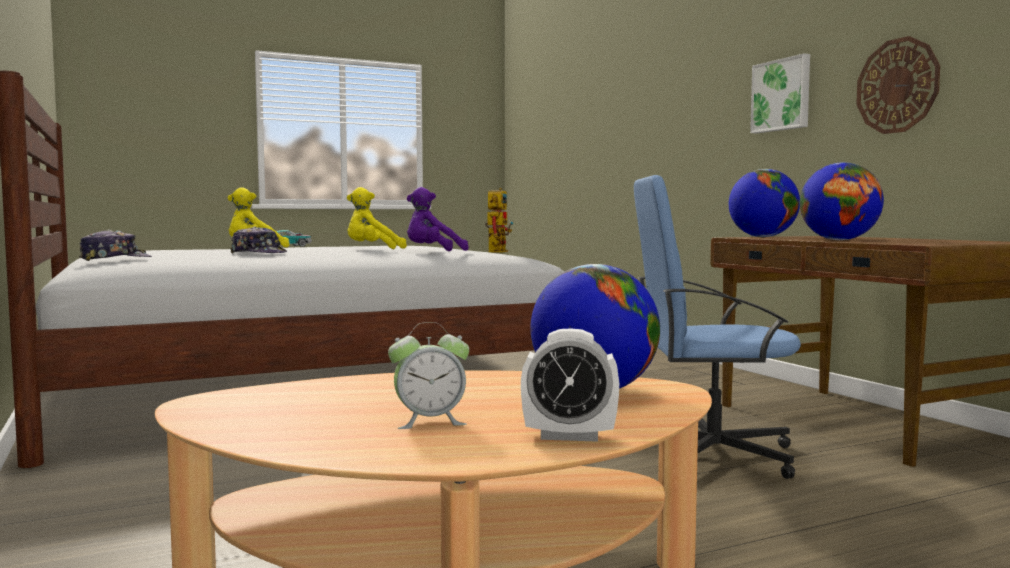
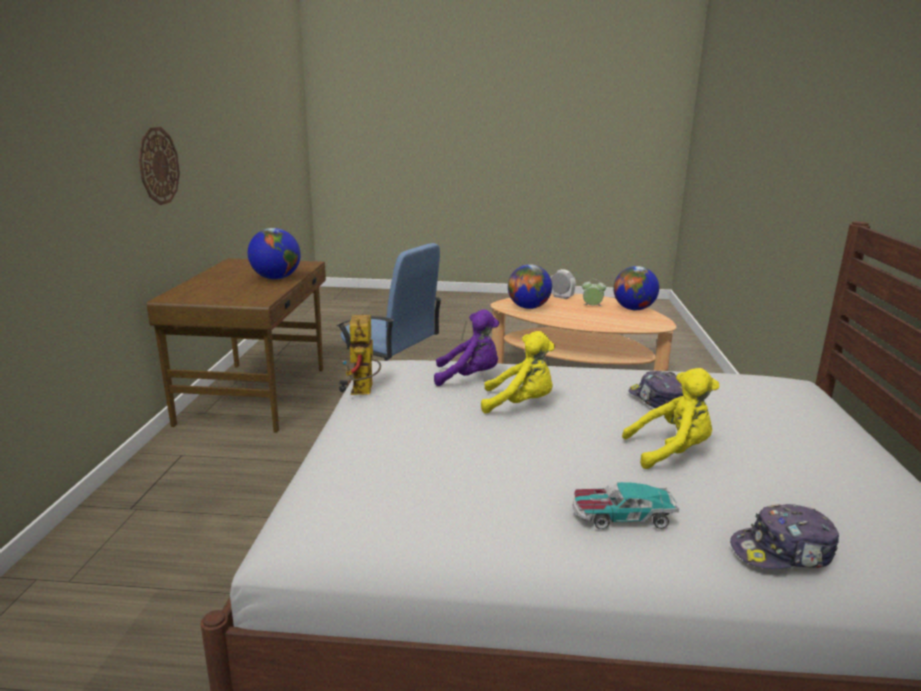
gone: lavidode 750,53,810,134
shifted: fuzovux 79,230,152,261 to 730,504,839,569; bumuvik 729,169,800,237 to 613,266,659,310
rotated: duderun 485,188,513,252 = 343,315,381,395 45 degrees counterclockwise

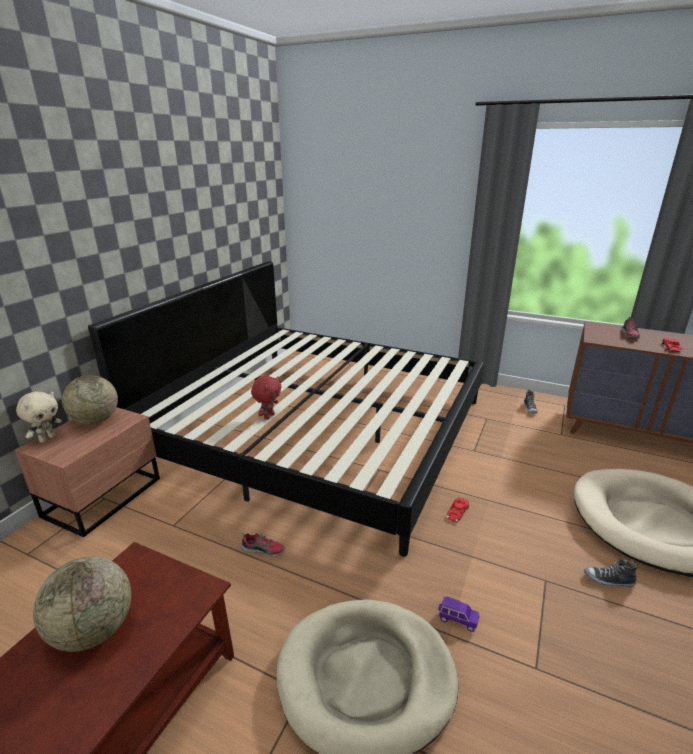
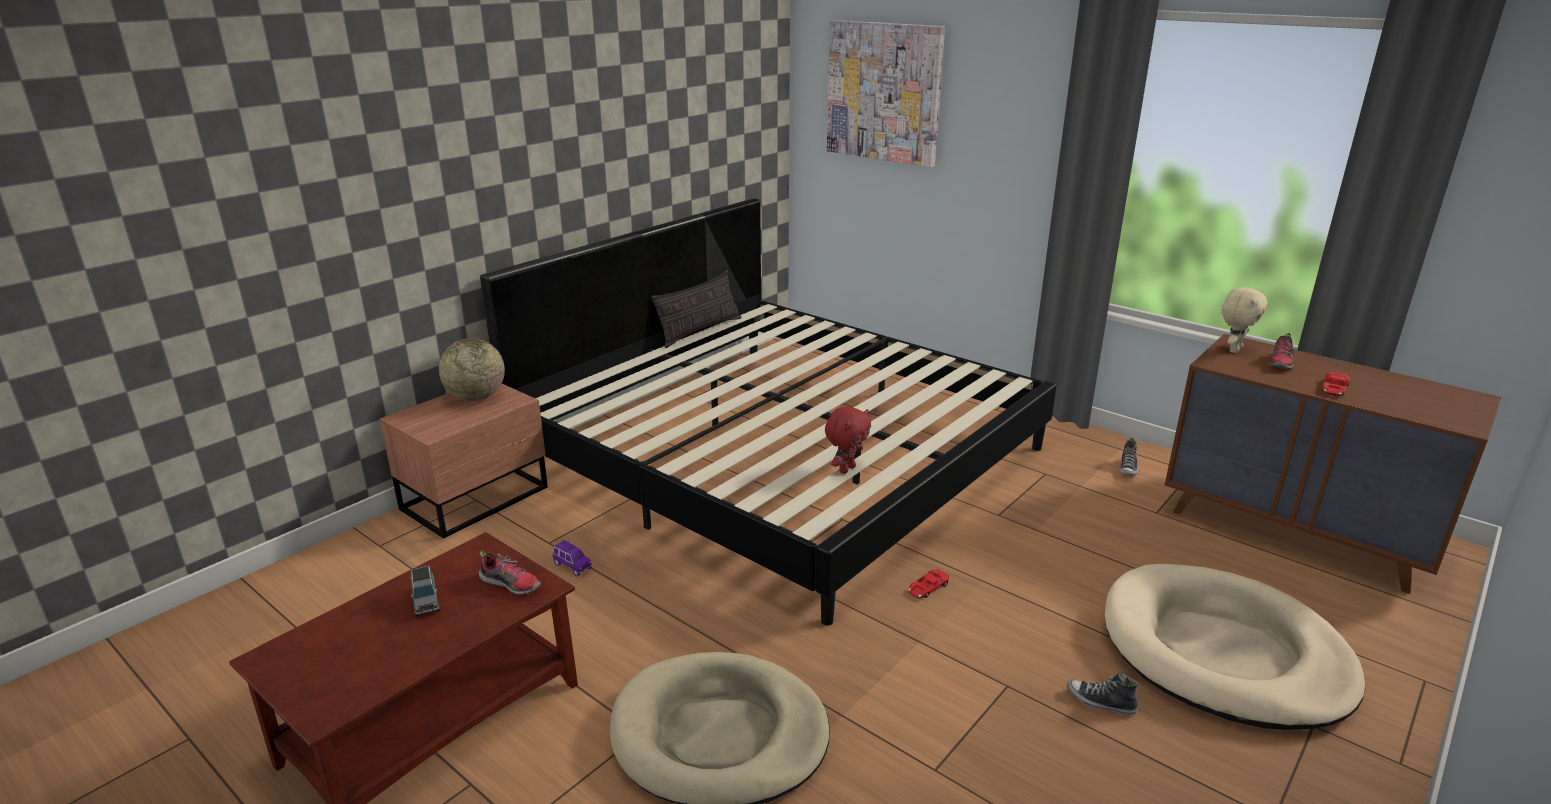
new: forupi 651,270,742,348; lavidode 827,20,945,167
shifted: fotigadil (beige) 16,392,62,443 to 1222,287,1268,353; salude 241,532,285,557 to 479,550,541,595; fotigadil (red) 251,376,282,420 to 825,406,871,474; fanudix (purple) 438,596,479,632 to 553,540,592,577
swapped: bumuvik 33,556,131,652 to fanudix (grey) 411,565,440,617

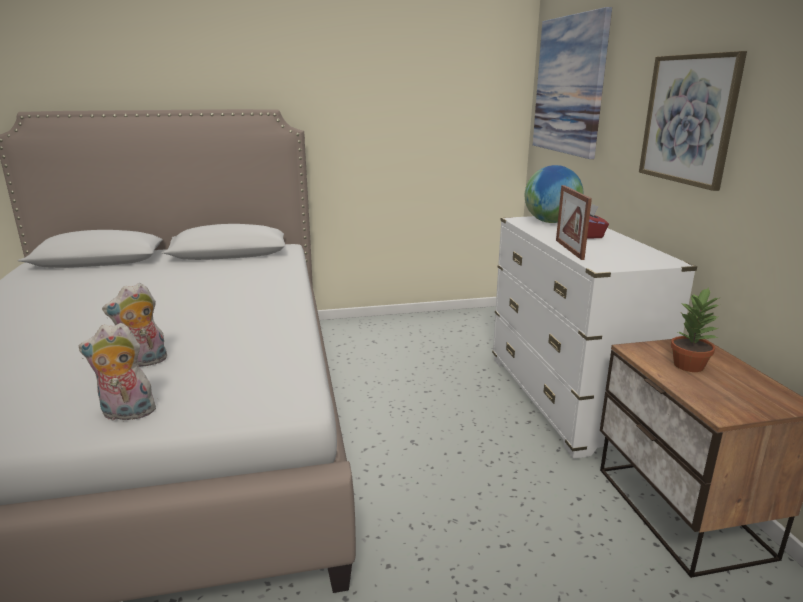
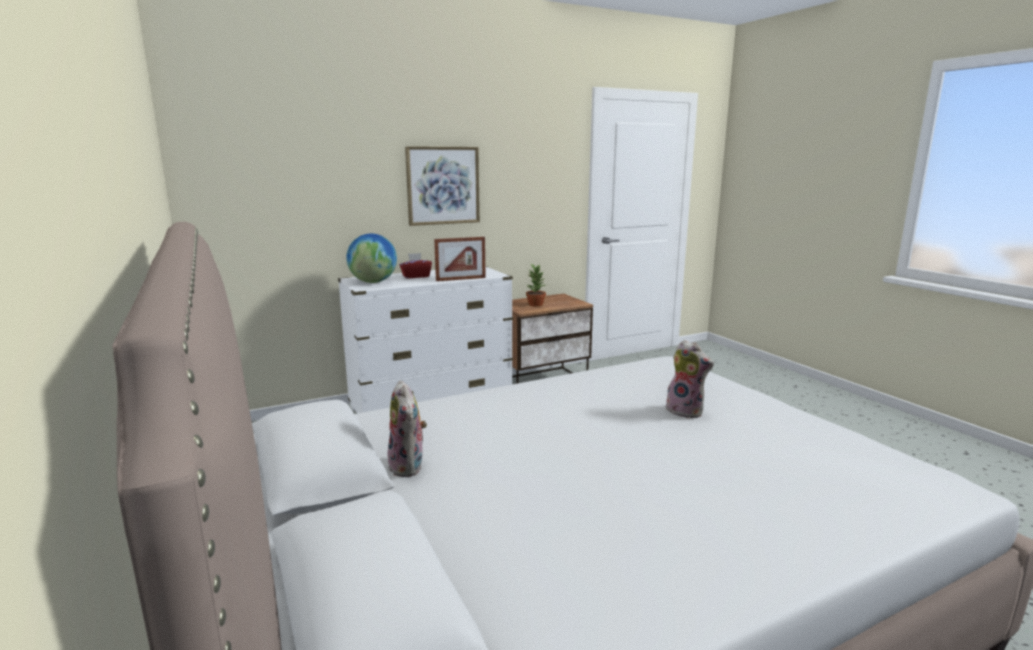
gone: lavidode 533,7,612,159
shifted: fotigadil 79,323,161,421 to 386,380,427,477

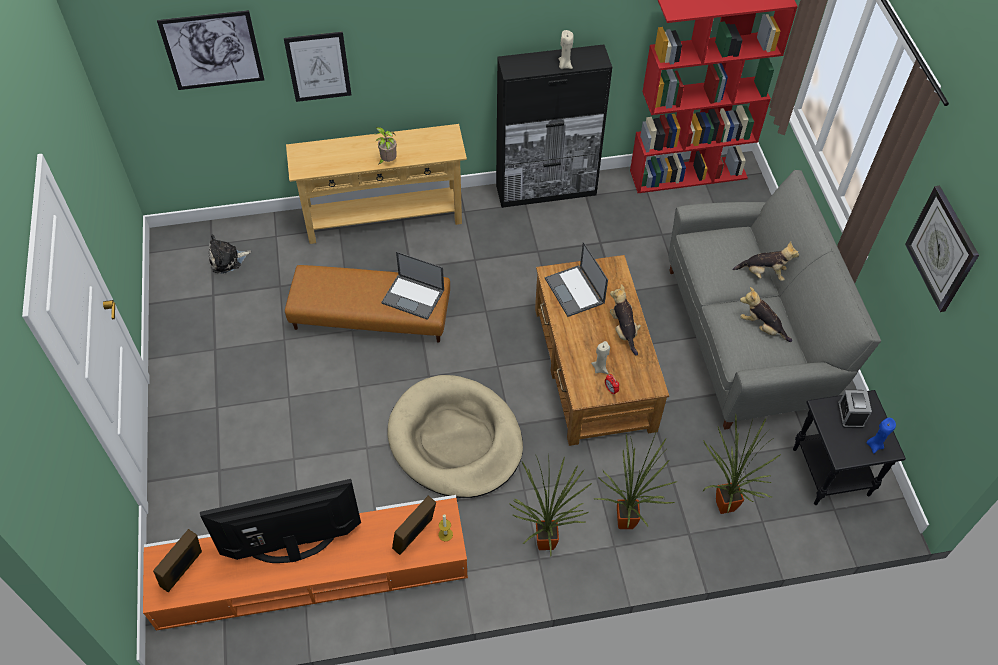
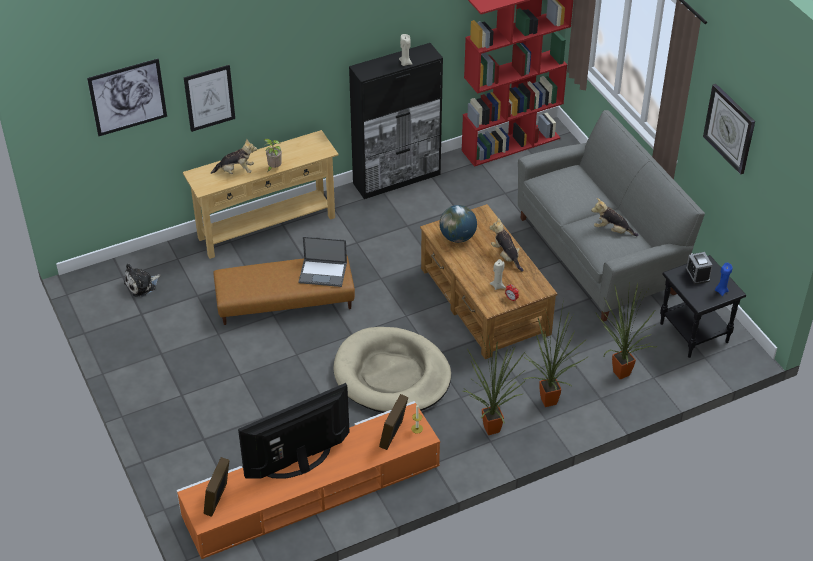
shifted: fotigadil 732,241,799,281 to 211,138,257,174
swapped: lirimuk 545,242,608,317 to bumuvik 440,205,477,243

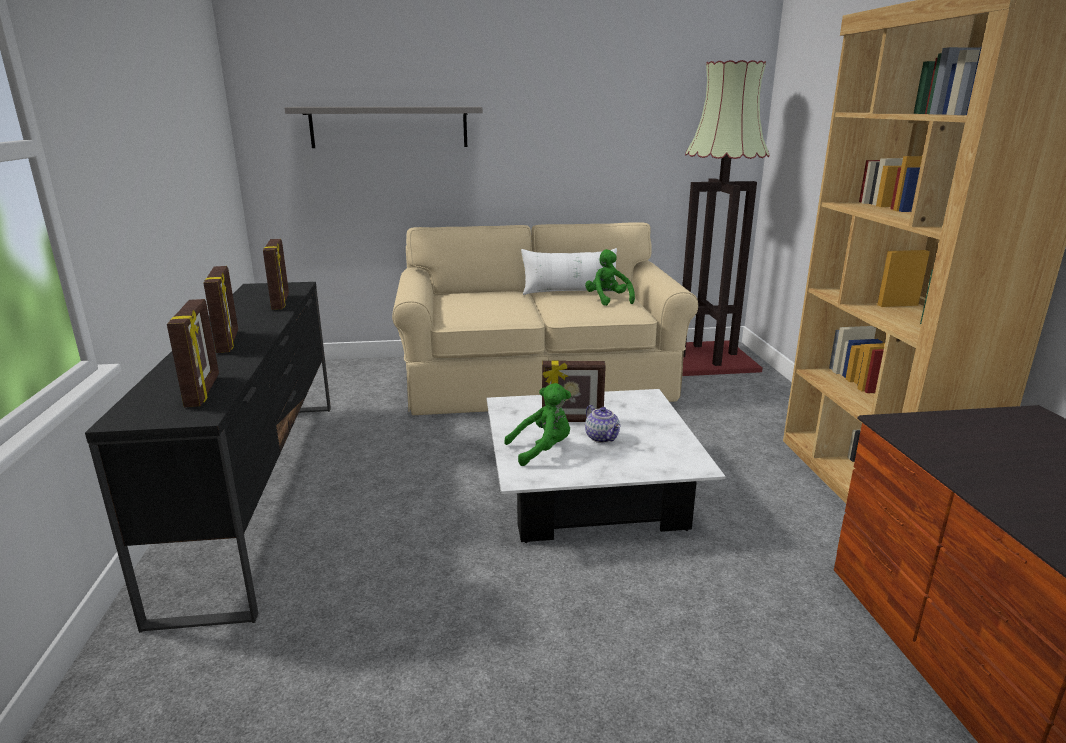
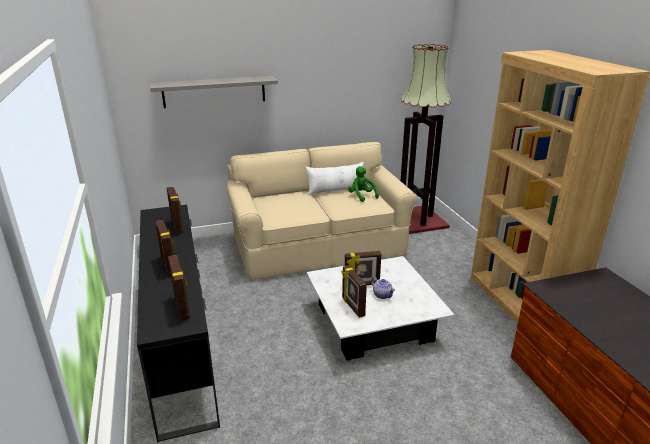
swapped: fotigadil (green) 504,383,571,466 to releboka 342,265,367,318

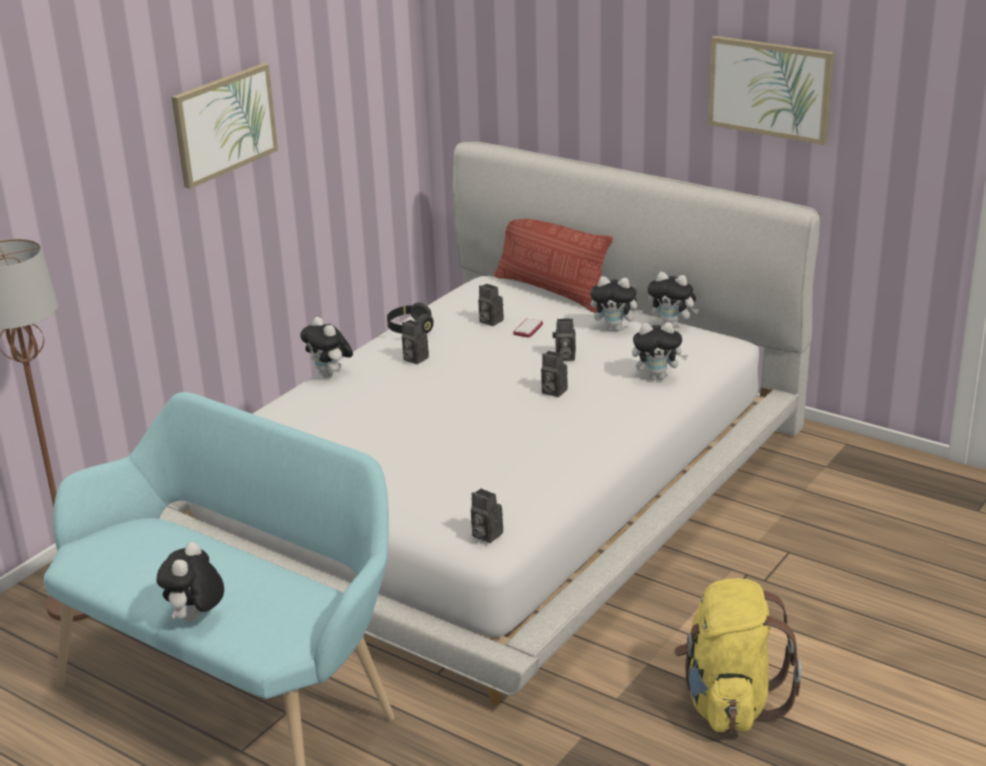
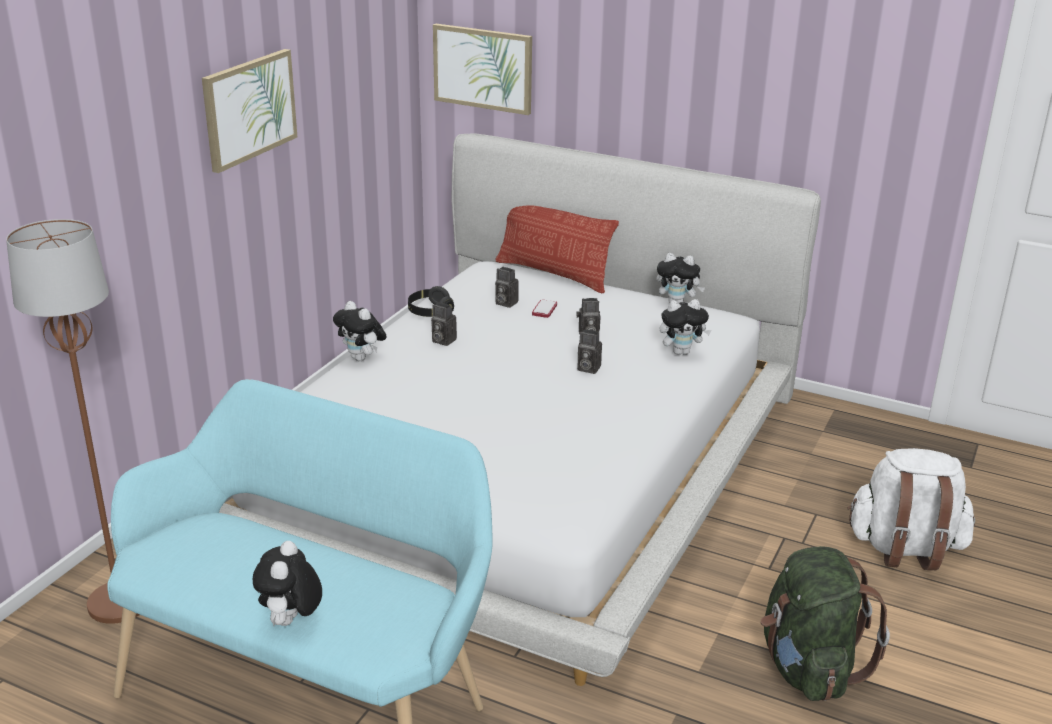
gone: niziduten 471,488,503,543; fotigadil 591,276,643,332
new: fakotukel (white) 847,448,975,570
shifted: lavidode 708,36,834,145 to 433,24,532,115
repainted: fakotukel (yellow) 674,578,802,733 to fakotukel (green) 761,546,890,701

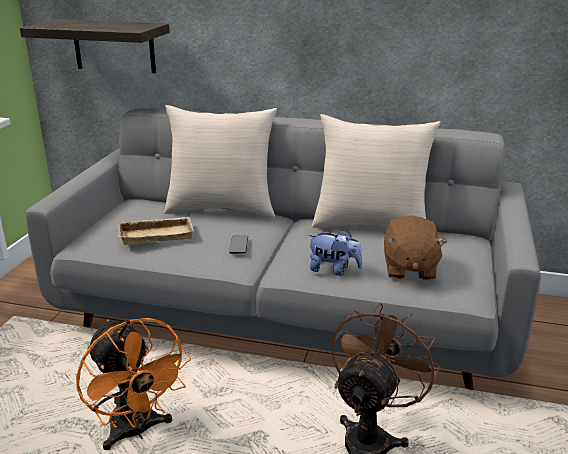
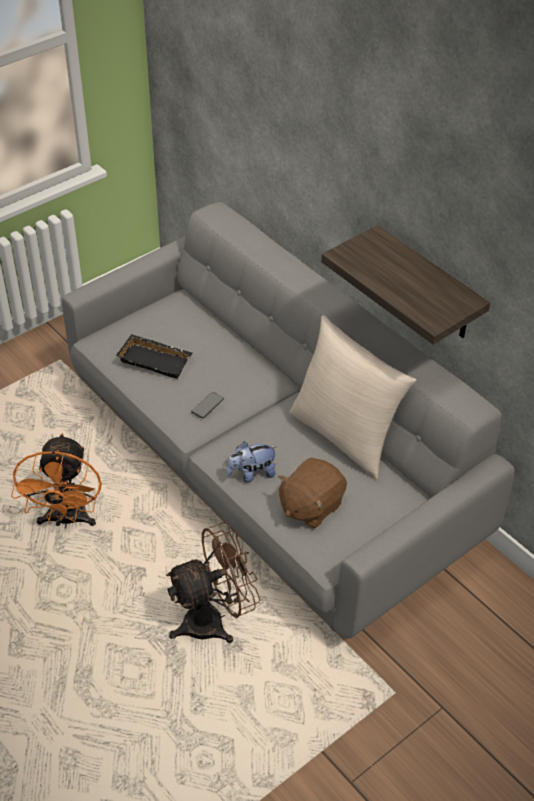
gone: forupi (beige) 164,105,277,217
shifted: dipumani 20,19,169,73 to 321,225,490,345
repainted: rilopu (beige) 118,217,194,245 to rilopu (black) 116,334,193,379
rotated: fotigadil 308,230,363,276 = 226,442,277,483 105 degrees clockwise

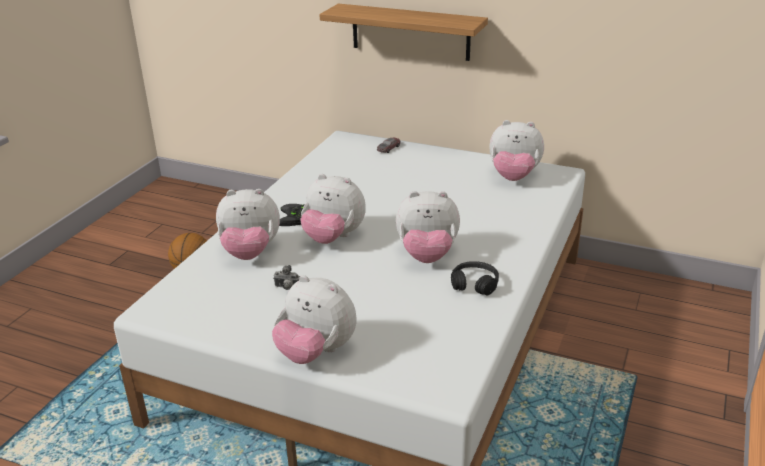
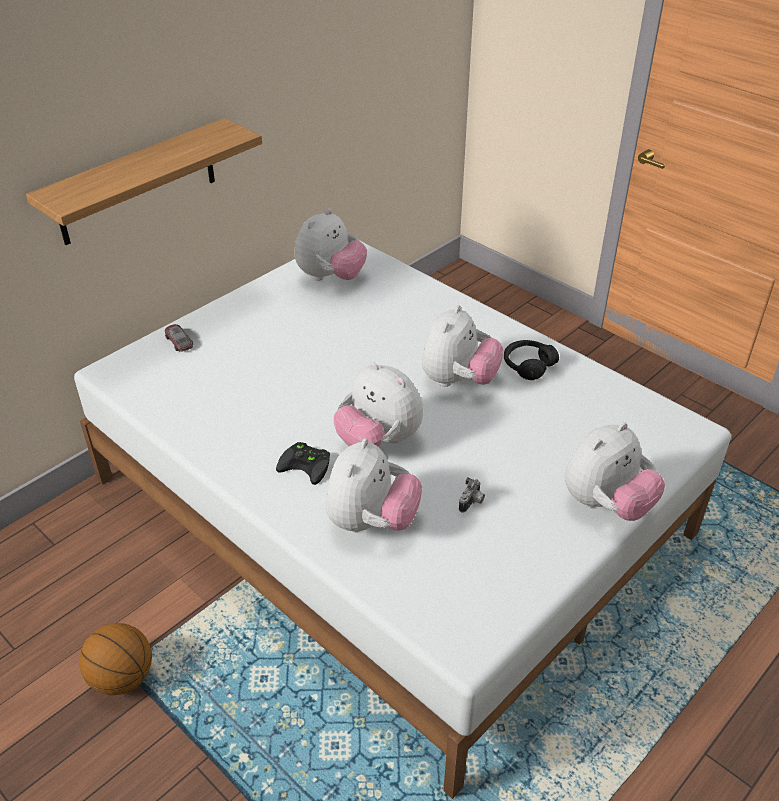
rotated: fotigadil 300,174,366,244 = 334,362,423,447 90 degrees clockwise

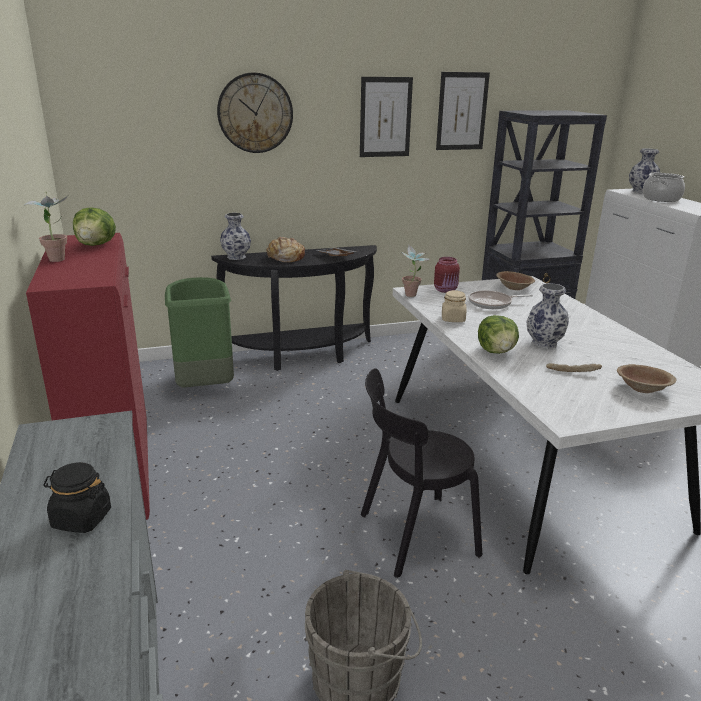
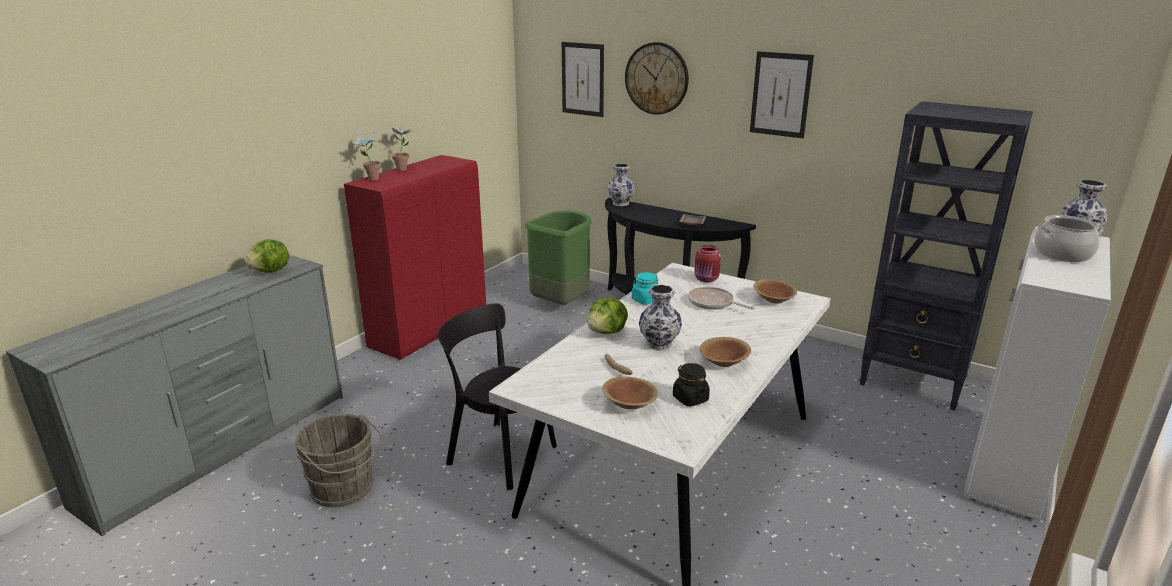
gone: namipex 267,237,305,262
new: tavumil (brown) 700,337,751,367
shifted: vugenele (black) 43,462,111,533 to 673,363,710,407; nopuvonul 73,207,116,246 to 244,239,289,273; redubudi 400,245,430,297 to 351,132,381,180; lavidode 436,72,490,150 to 562,42,604,117
repainted: vugenele (beige) 442,290,466,322 to vugenele (turquoise) 632,272,659,305

